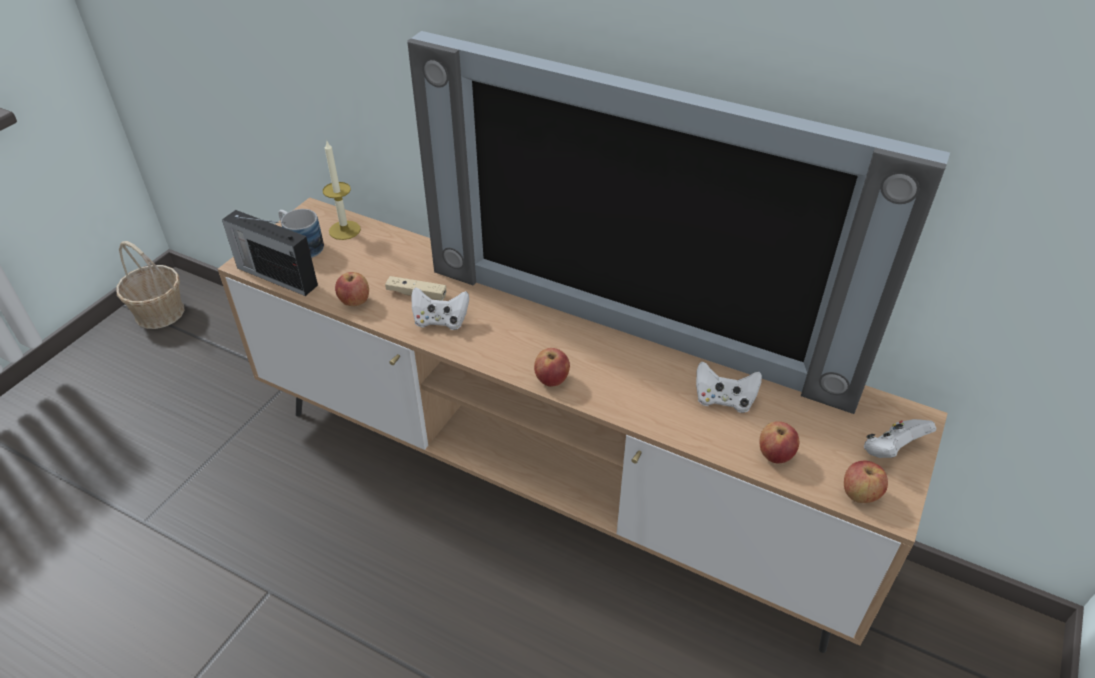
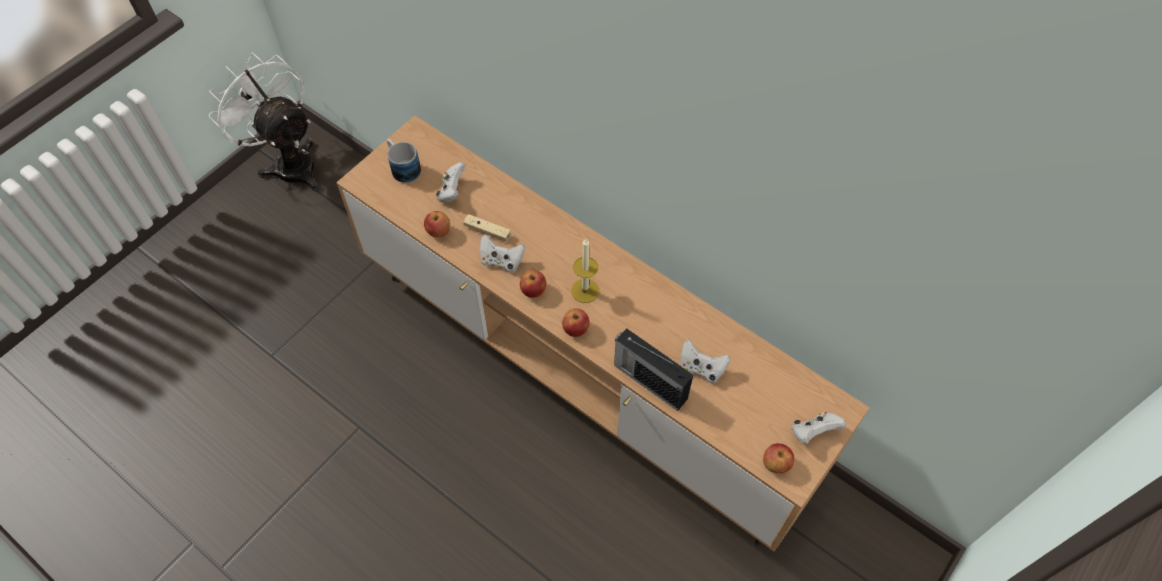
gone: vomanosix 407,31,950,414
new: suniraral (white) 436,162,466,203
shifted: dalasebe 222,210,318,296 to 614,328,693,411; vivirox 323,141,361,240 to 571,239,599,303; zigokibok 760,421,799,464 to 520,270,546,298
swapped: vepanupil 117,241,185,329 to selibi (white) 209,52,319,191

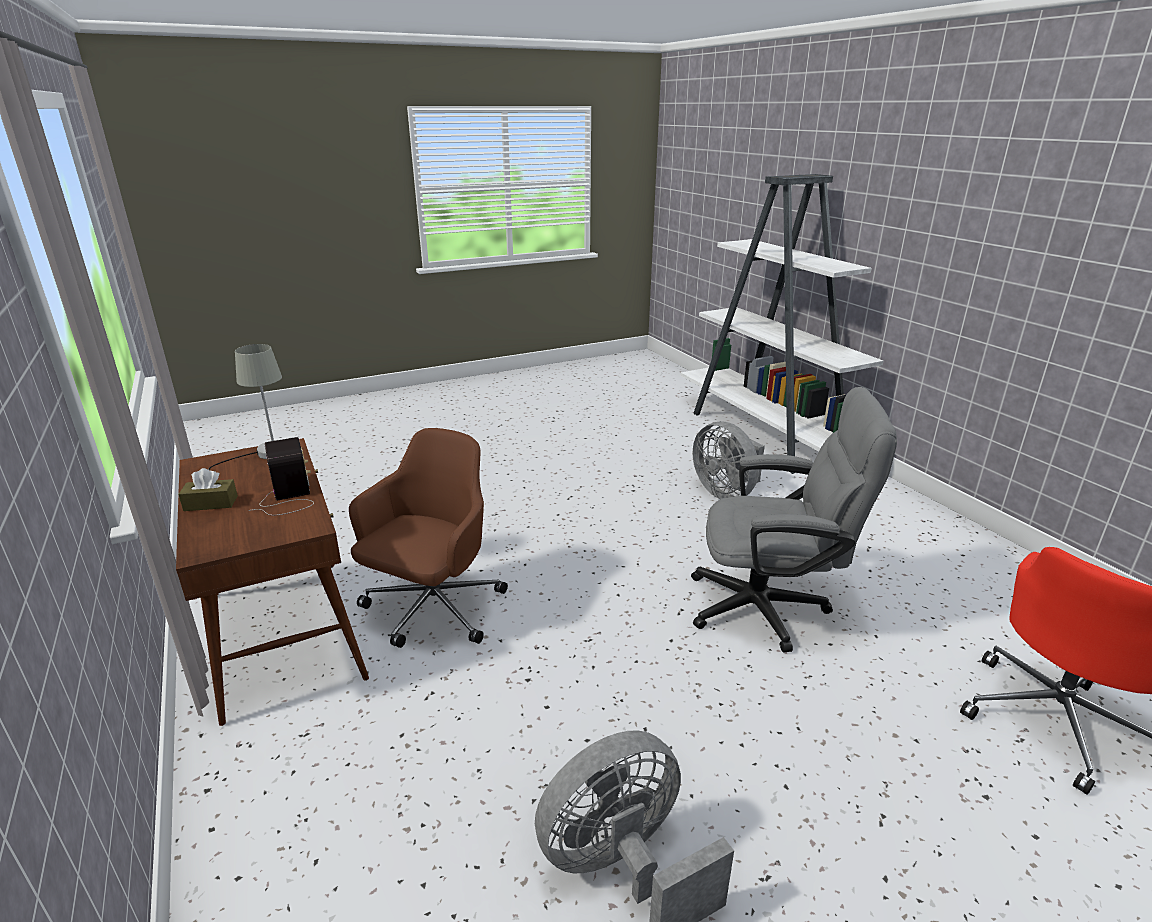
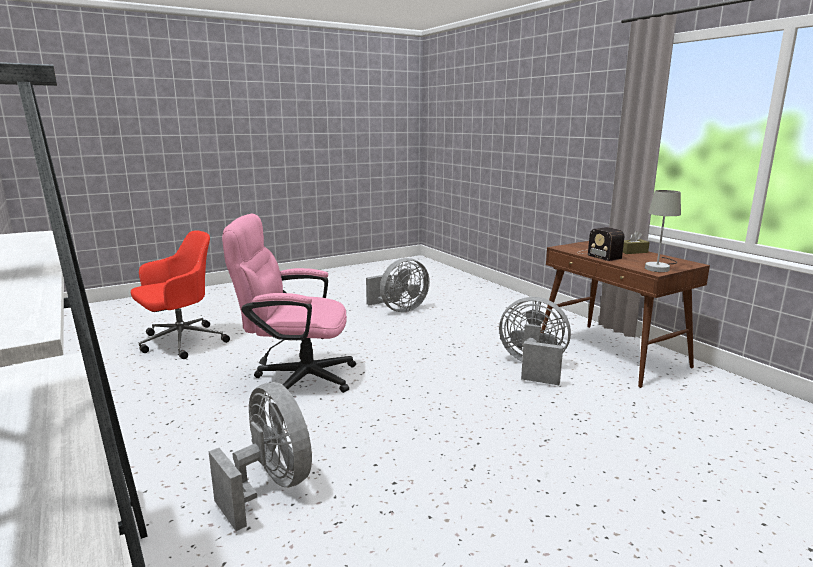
swapped: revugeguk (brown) 349,428,508,648 to selibi (grey) 499,297,571,385
repainted: revugeguk (grey) 691,387,897,652 to revugeguk (pink) 222,214,356,393

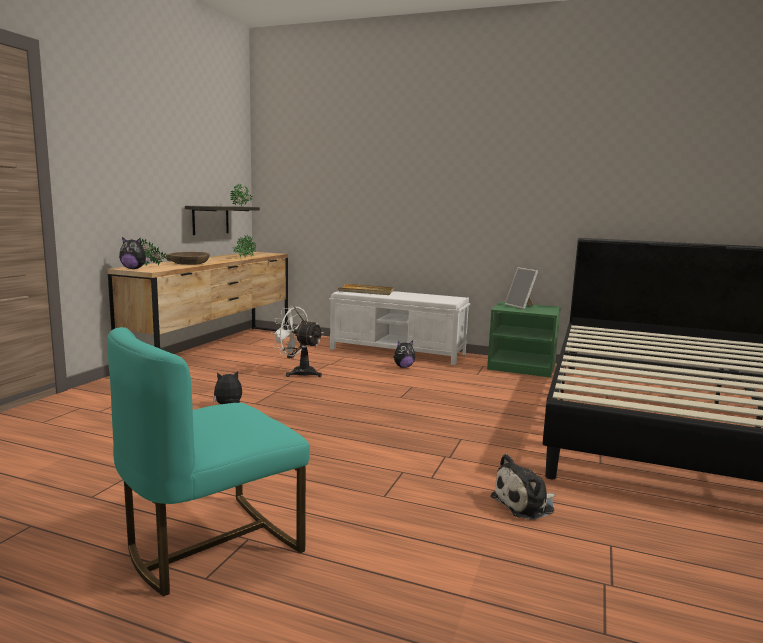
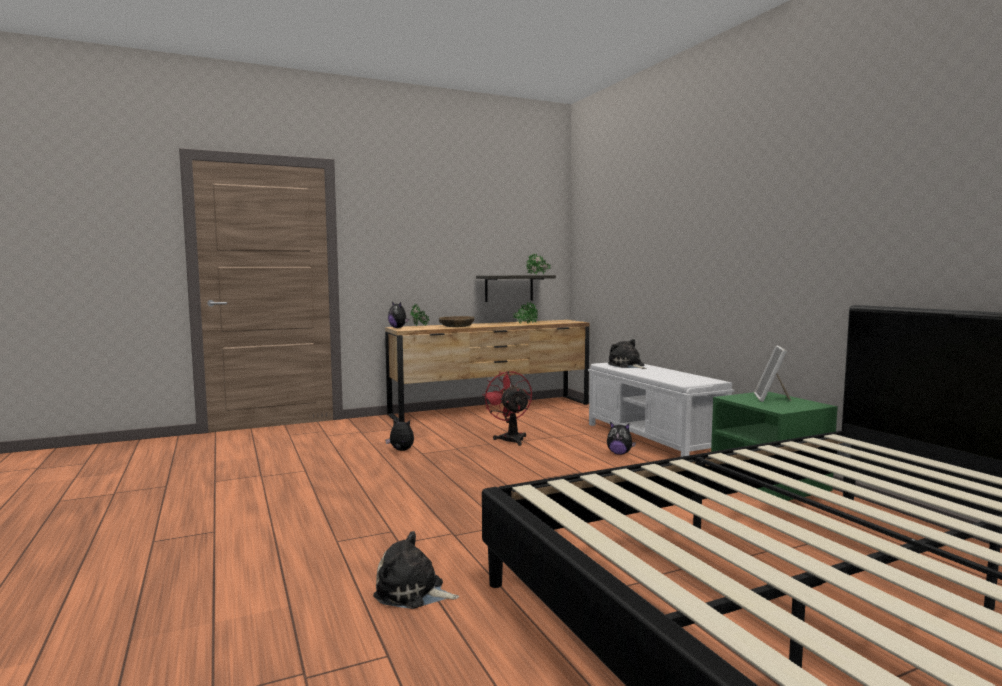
gone: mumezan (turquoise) 107,327,310,597
swapped: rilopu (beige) 338,284,394,295 to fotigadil 608,339,647,369
repainted: selibi (white) 271,307,324,377 to selibi (red) 482,371,532,446

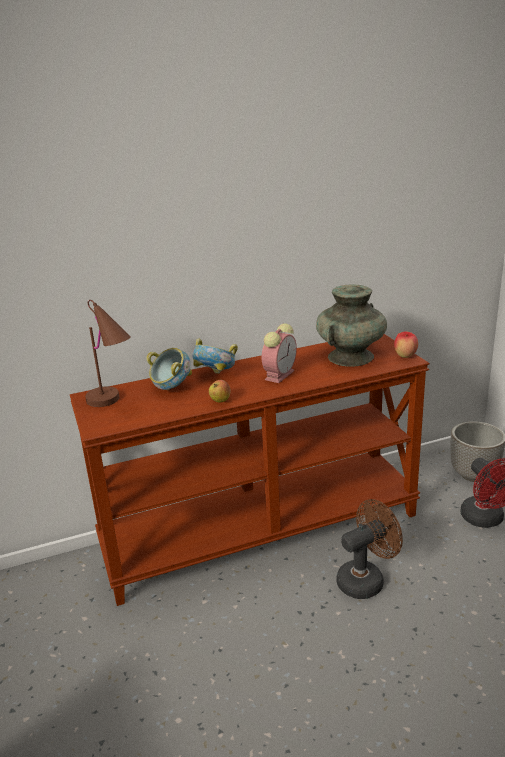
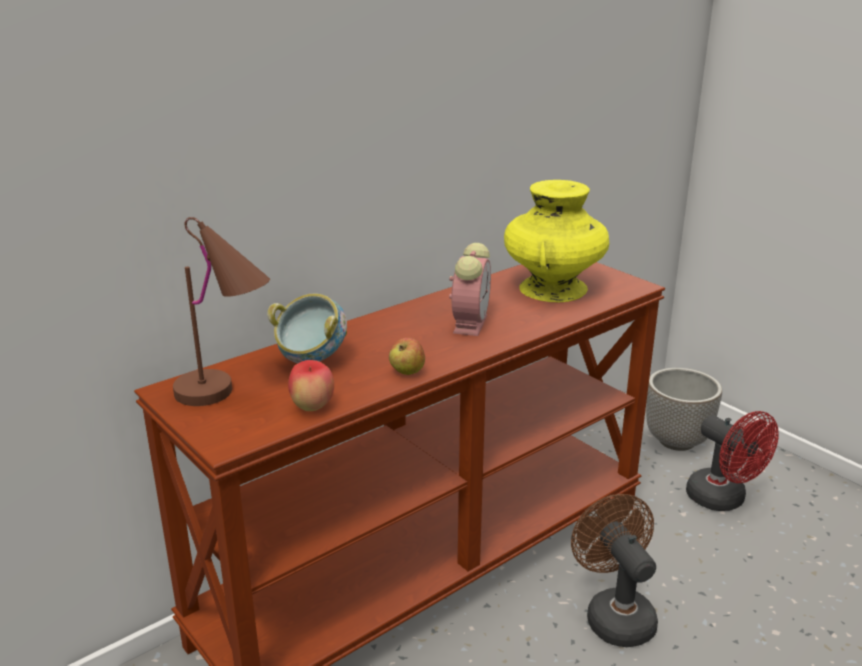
gone: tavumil 192,339,238,374
shifted: zigokibok 394,332,418,358 to 288,360,334,411
repainted: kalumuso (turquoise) 316,284,387,367 to kalumuso (yellow) 504,180,609,302
rotated: selibi (brown) 337,499,403,599 = 571,494,658,647 60 degrees counterclockwise

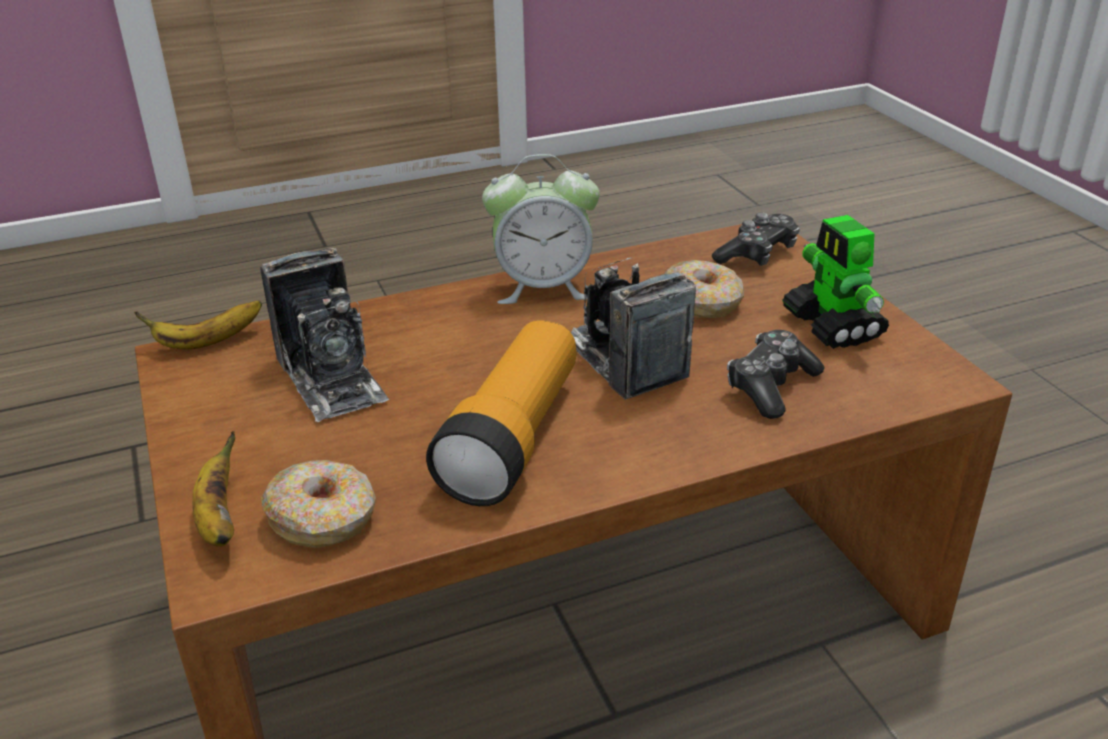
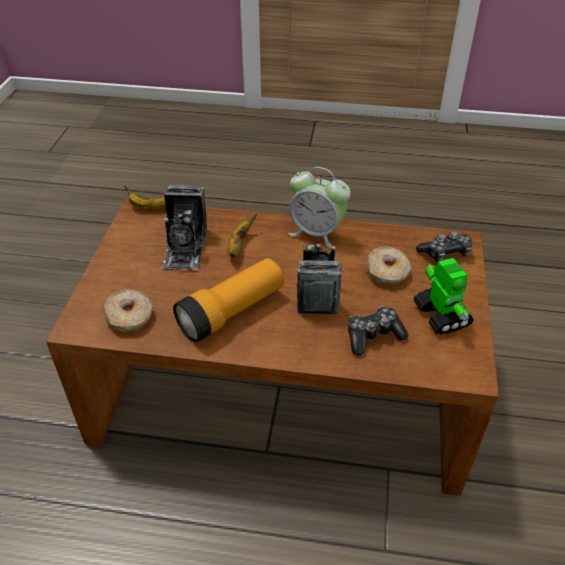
shifted: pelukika 192,431,235,547 to 227,213,257,257
rotated: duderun 782,215,889,349 = 413,258,474,335 150 degrees clockwise

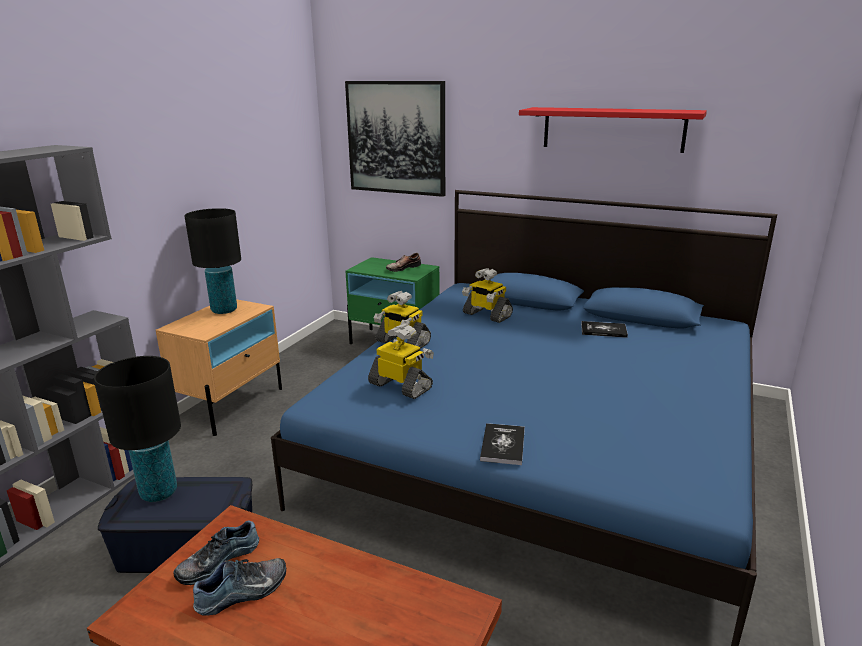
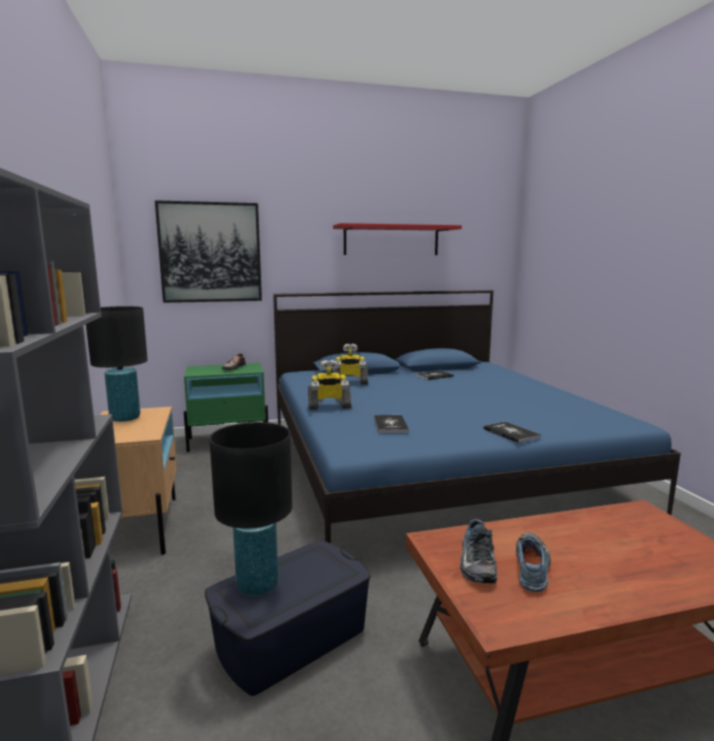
swapped: duderun 368,324,434,399 to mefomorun 374,415,409,433

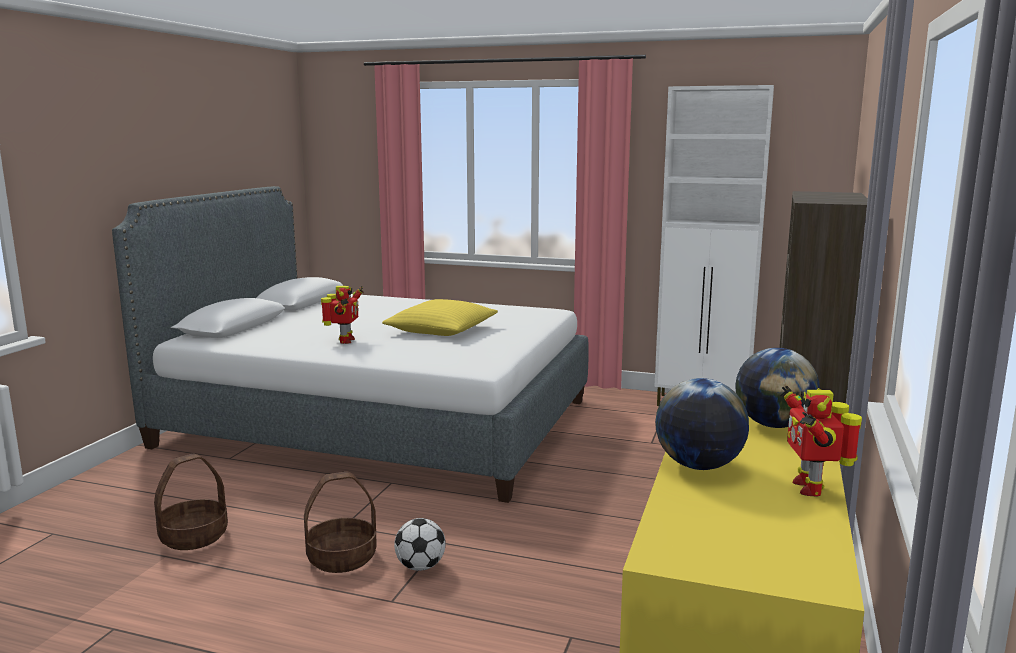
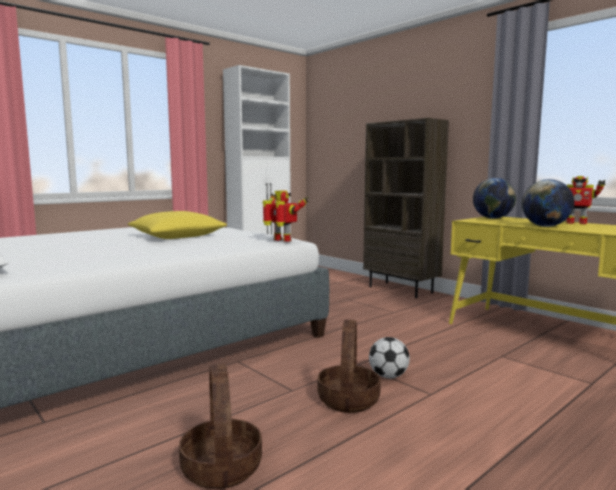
shifted: duderun 321,286,364,344 to 263,190,308,242

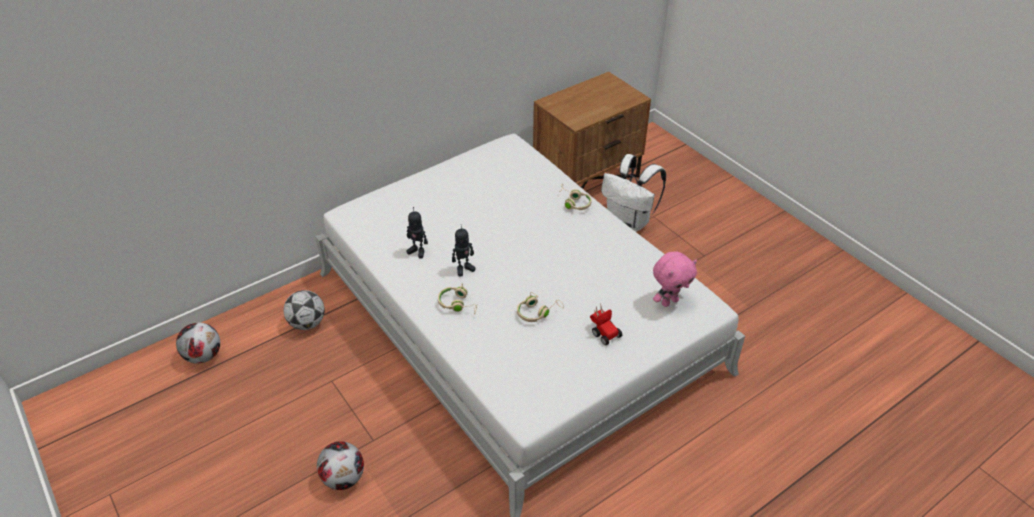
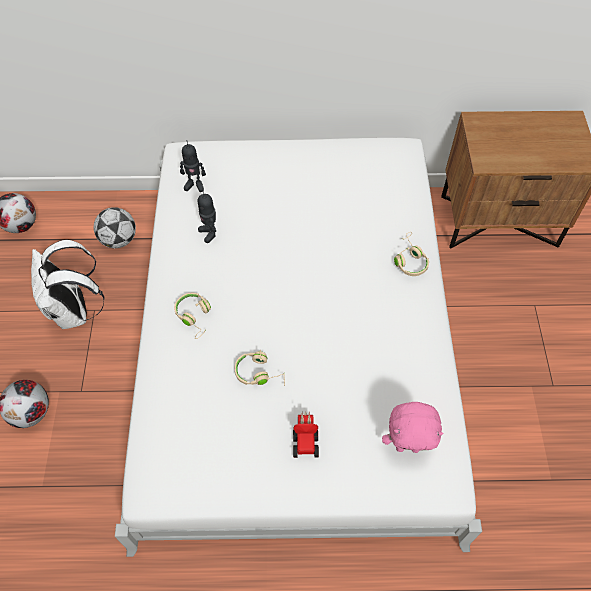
shifted: duderun 452,224,476,277 to 180,143,206,192; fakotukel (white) 601,154,666,232 to 31,240,105,329

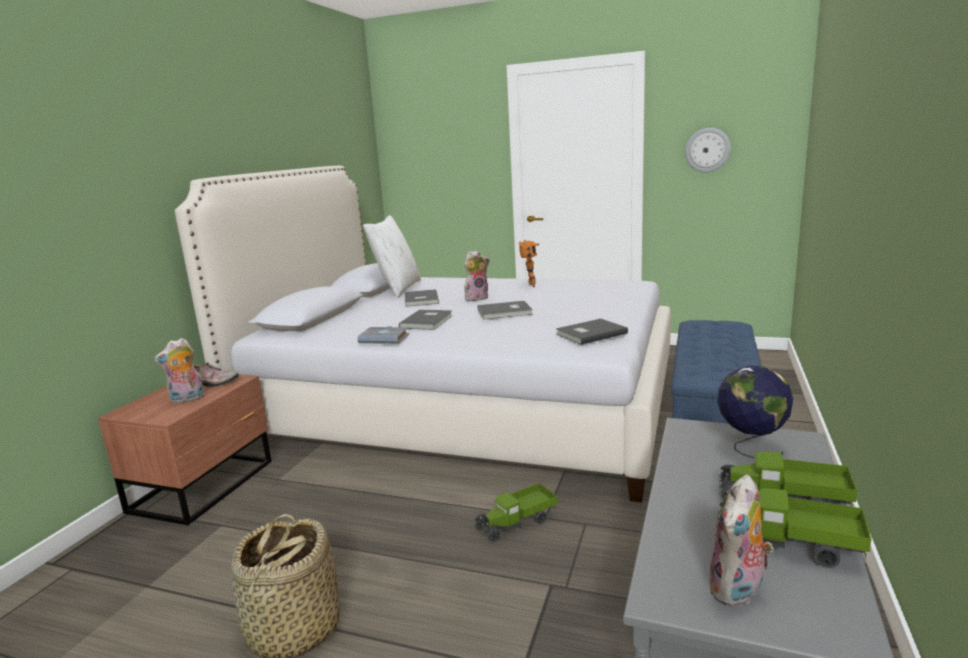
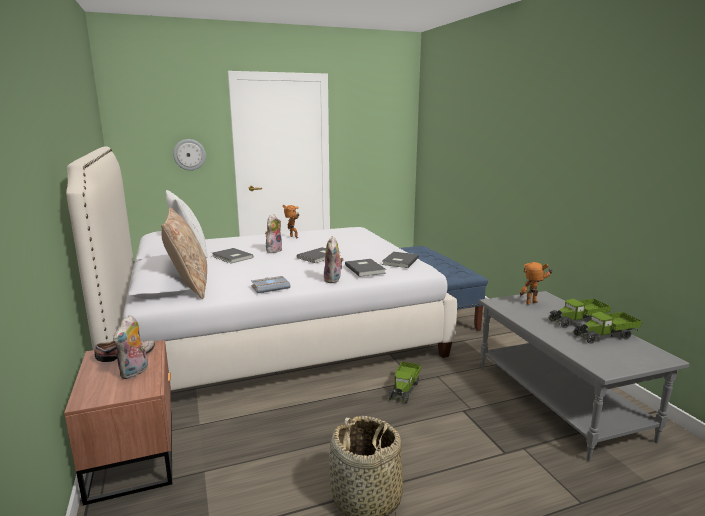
new: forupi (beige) 161,208,207,299
shifted: mefomorun (grey) 399,310,453,330 to 345,259,386,277; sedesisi 685,128,731,173 to 173,139,206,171; fotigadil 708,474,774,607 to 324,236,344,283
swapped: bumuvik 717,365,793,458 to duderun 520,262,553,305

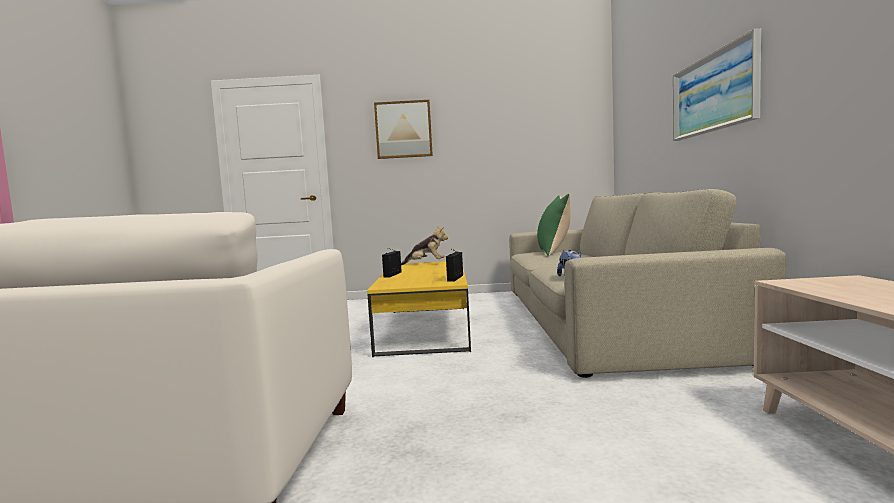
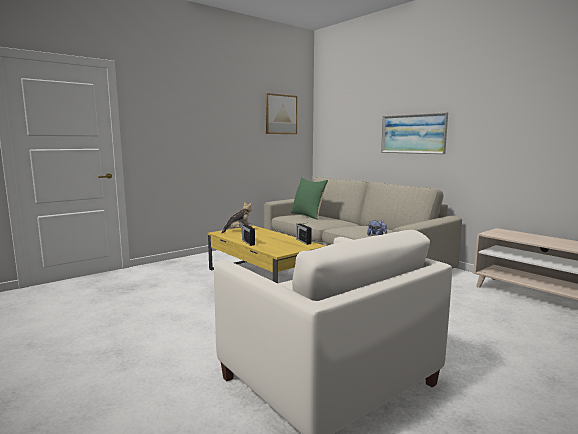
shifted: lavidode 374,100,433,159 to 265,93,297,134

